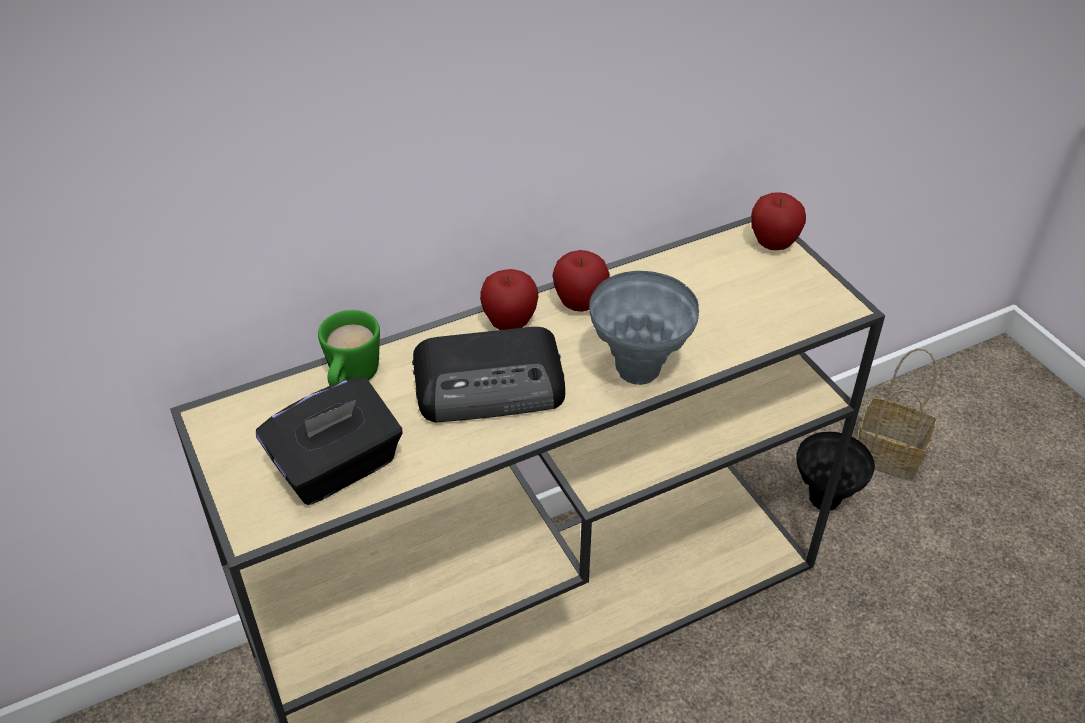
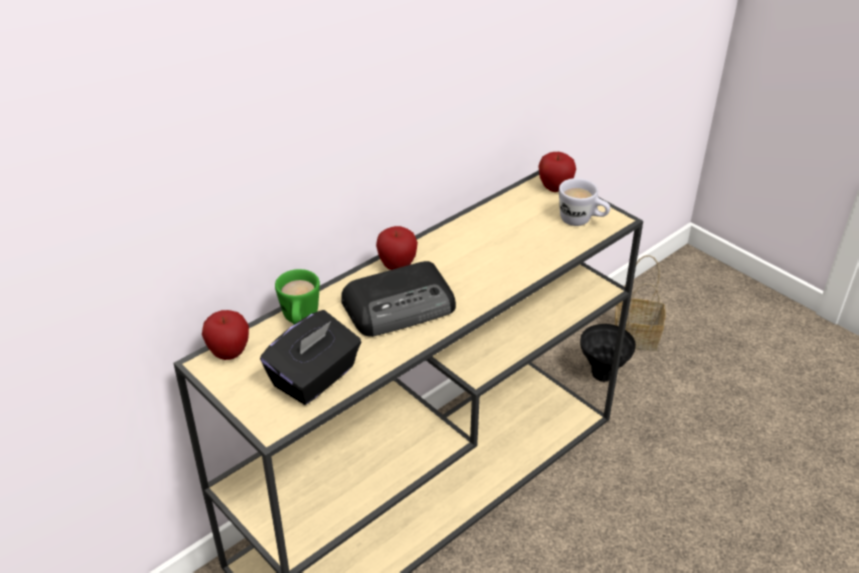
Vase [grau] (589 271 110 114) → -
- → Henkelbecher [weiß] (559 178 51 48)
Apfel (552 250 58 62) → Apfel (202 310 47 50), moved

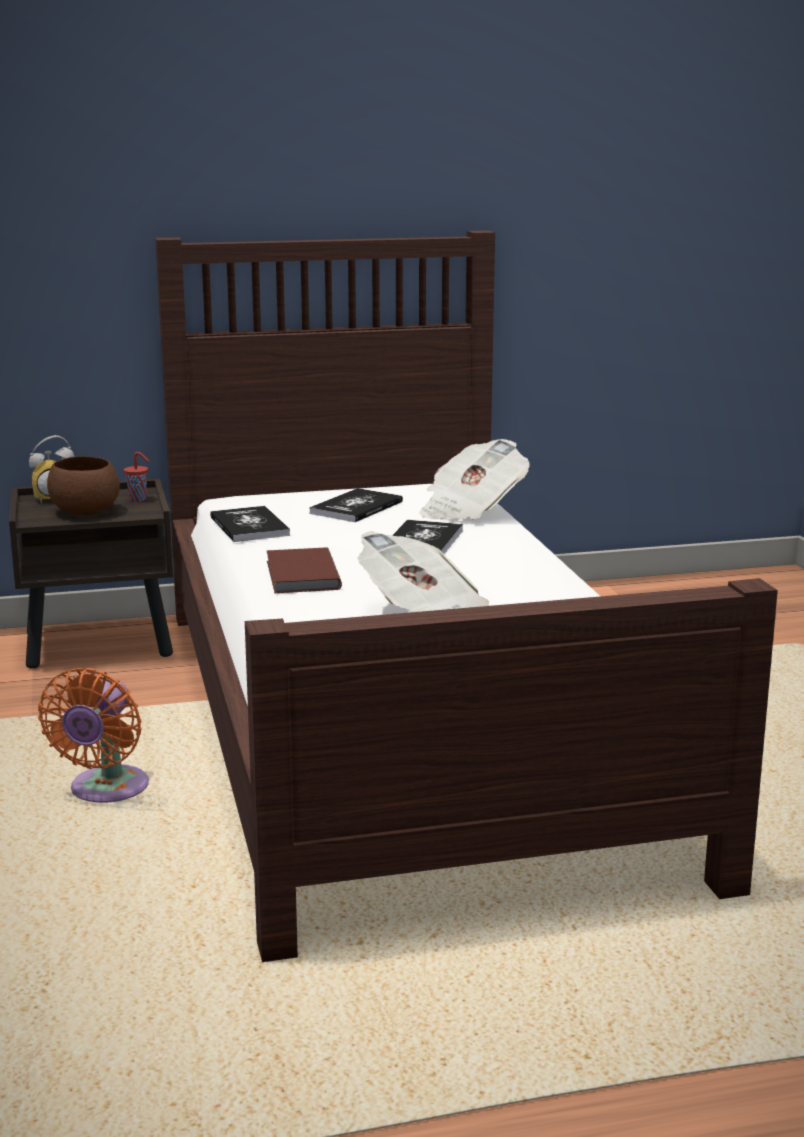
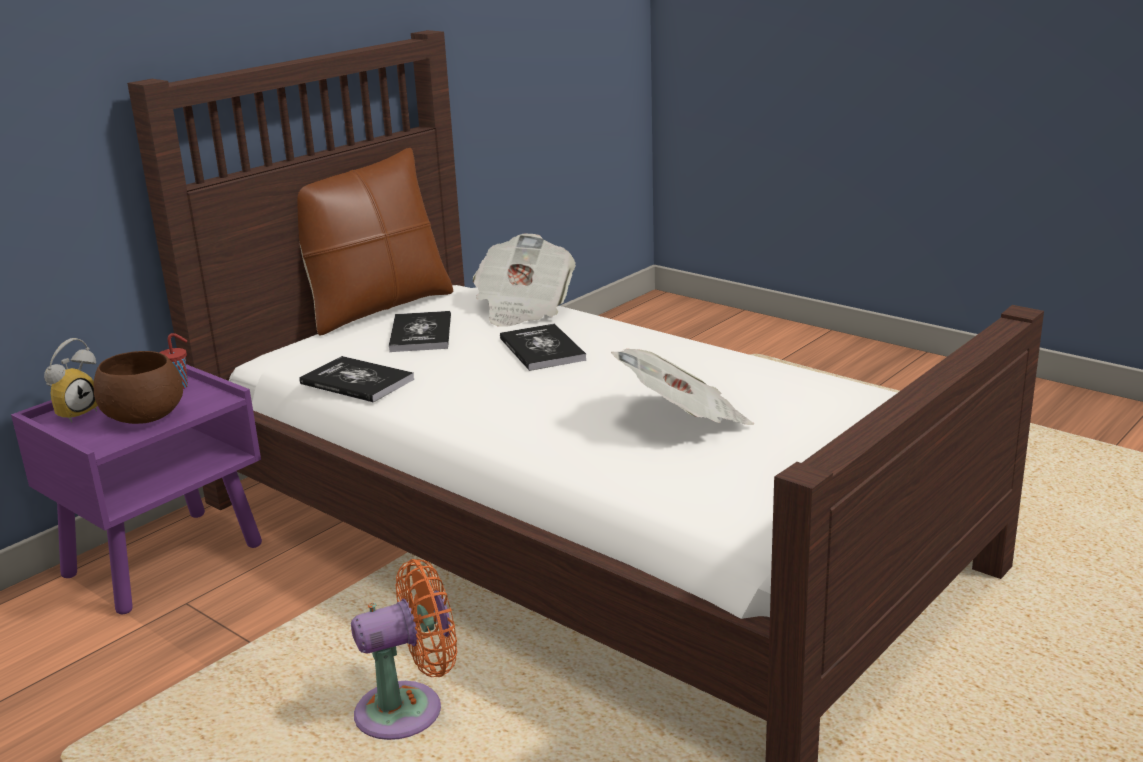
Buch [braun] (267 547 75 46) → -
- → Kissen [braun] (297 148 156 187)
Nachttisch [braun] (9 479 164 190) → Nachttisch [lila] (11 364 251 250)
Ventilator [orange] (38 668 111 135) → Ventilator [orange] (351 559 106 181), 90 degrees counterclockwise

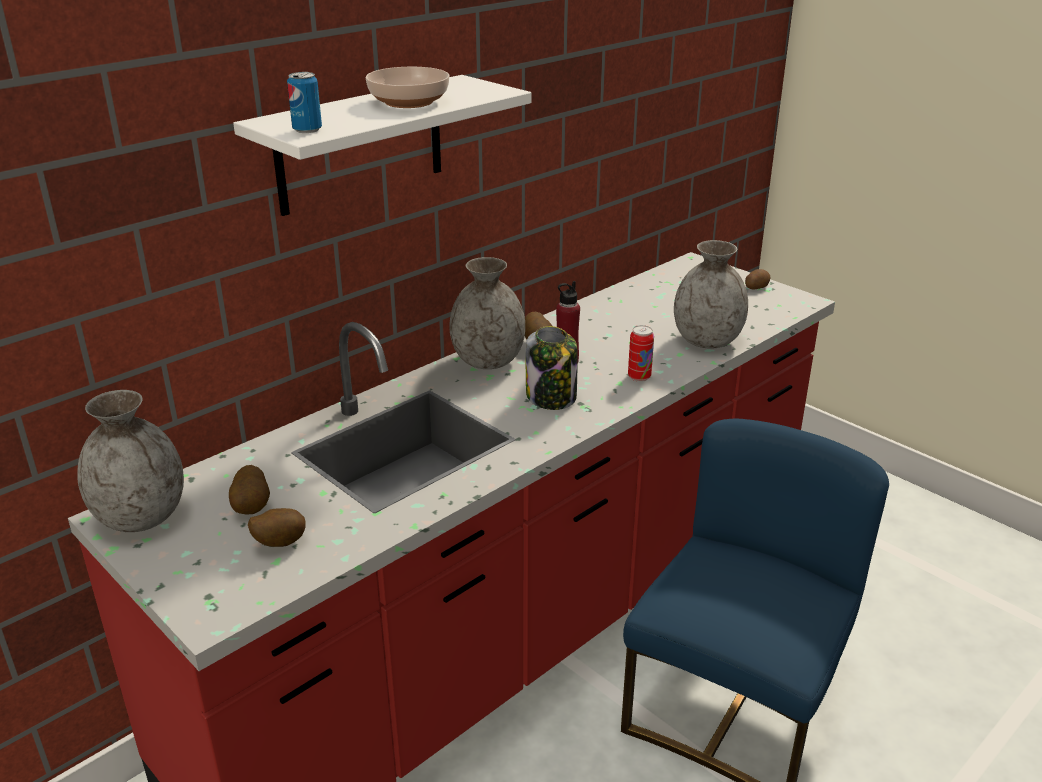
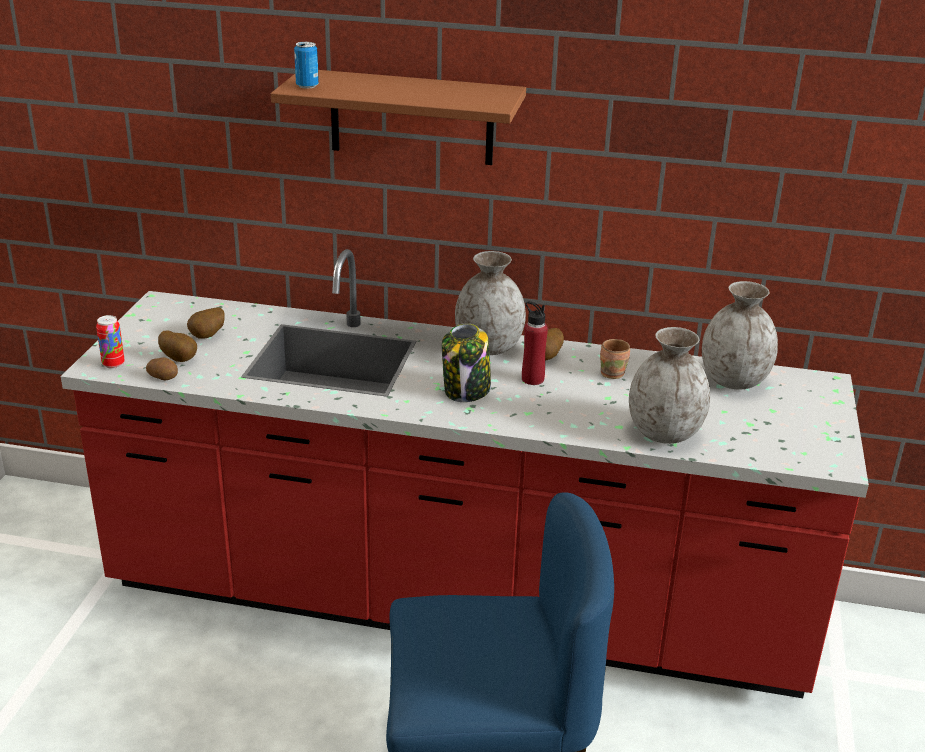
Schüssel (365 67 85 41) → -
- → Henkelbecher [braun] (600 339 30 40)
Vase [grau] (77 390 107 142) → Vase [grau] (702 281 76 109), moved
Dose (628 325 26 57) → Dose (96 315 29 54), moved
Kartoffel (745 269 25 20) → Kartoffel (146 357 32 23), moved
Wandregal [weiß] (233 75 299 141) → Wandregal [braun] (271 70 255 95)

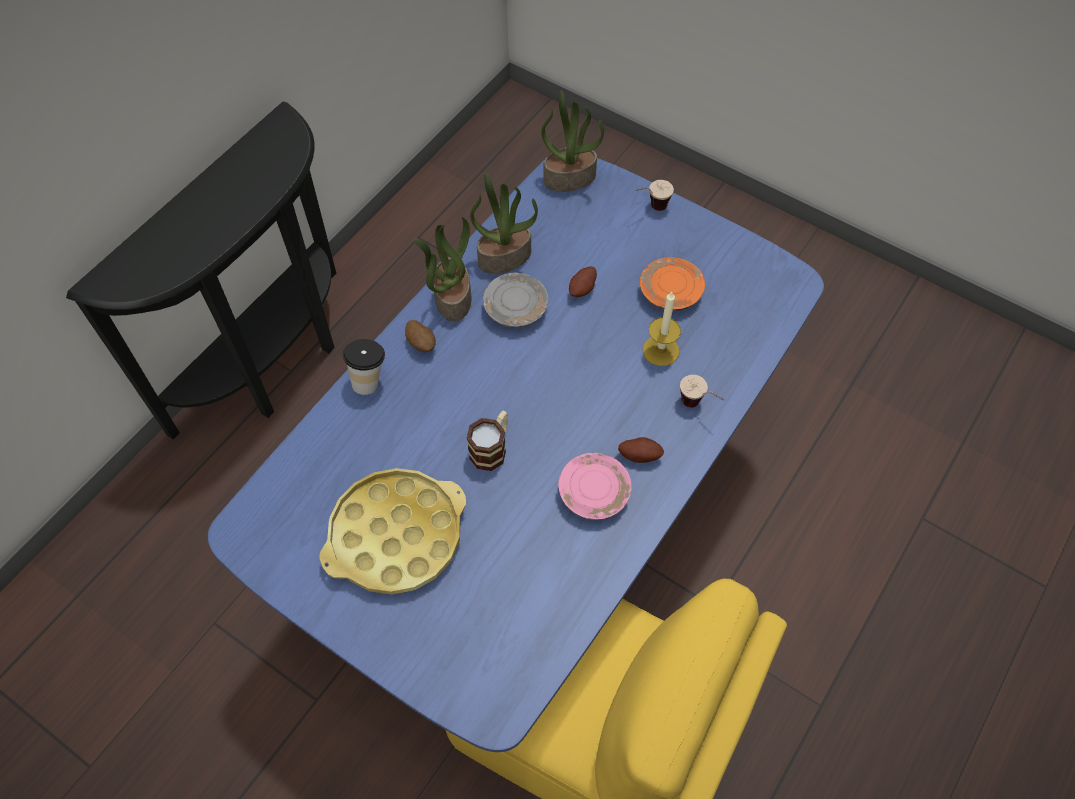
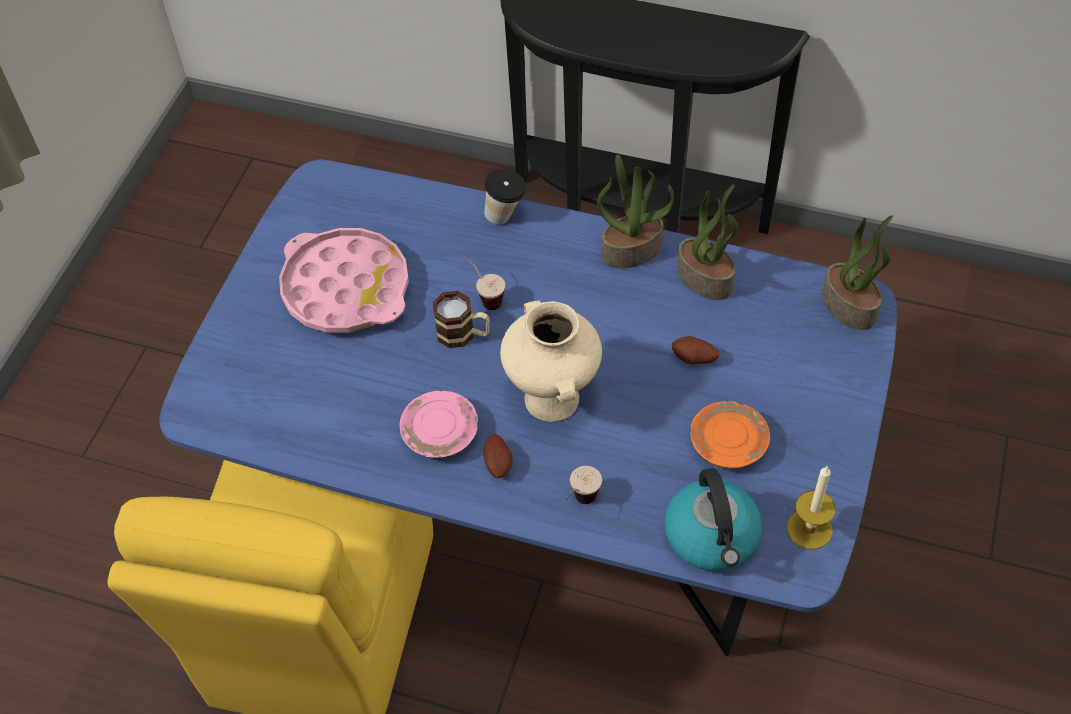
Kartoffel (405 320 31 32) → -
Teller [grau] (483 273 66 55) → -
- → Vase [beige] (500 300 102 122)
- → Wasserkessel (664 468 98 103)
Tasse (635 180 39 31) → Tasse (461 253 44 57), moved
Kerze (643 292 38 74) → Kerze (787 466 49 84), moved
Tablett [gelb] (319 468 147 127) → Tablett [rosa] (279 228 130 105)

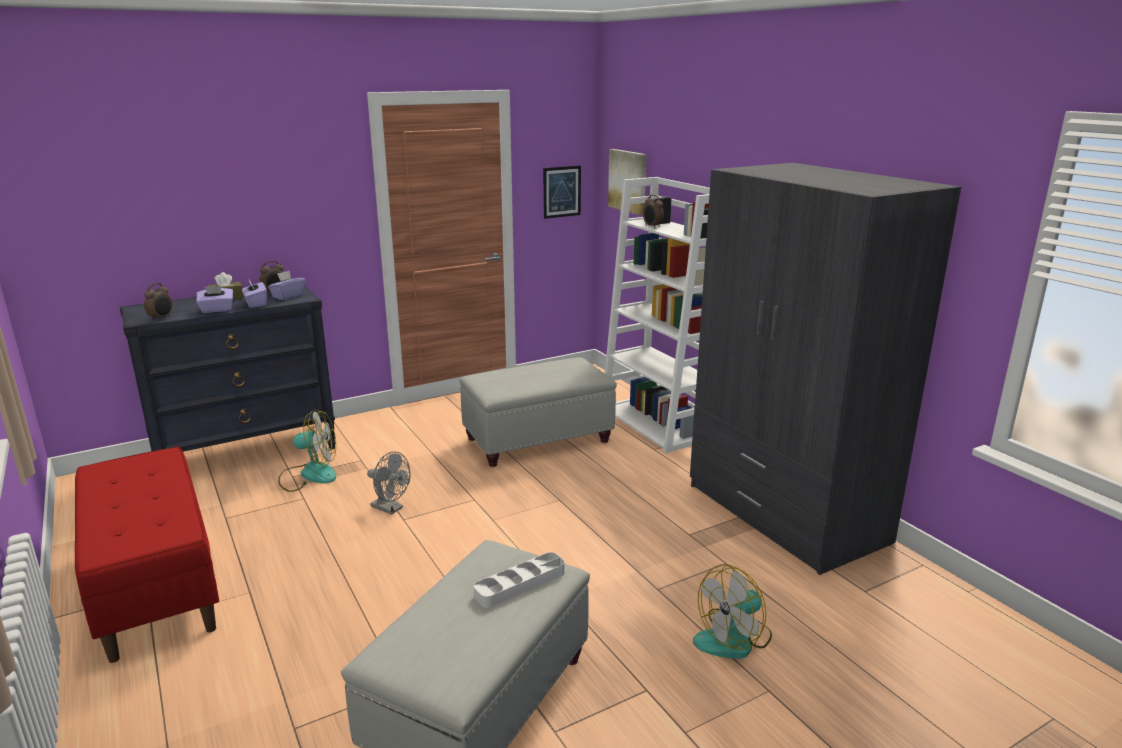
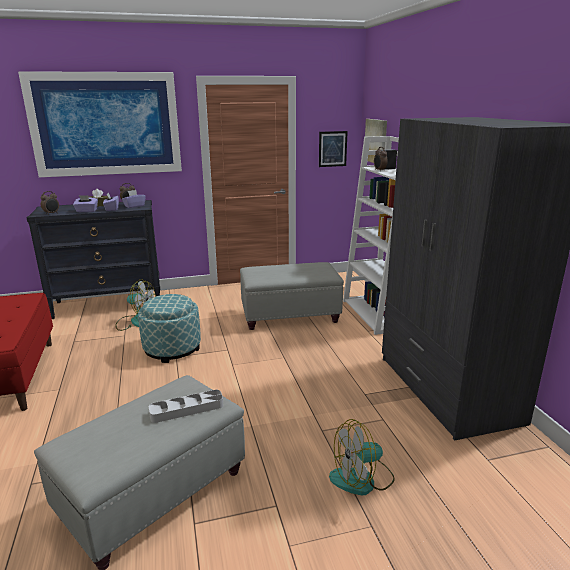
- → Bild (18 71 164 106)
Ventilator [grau] (367 451 43 64) → Polsterhocker (138 294 63 69)

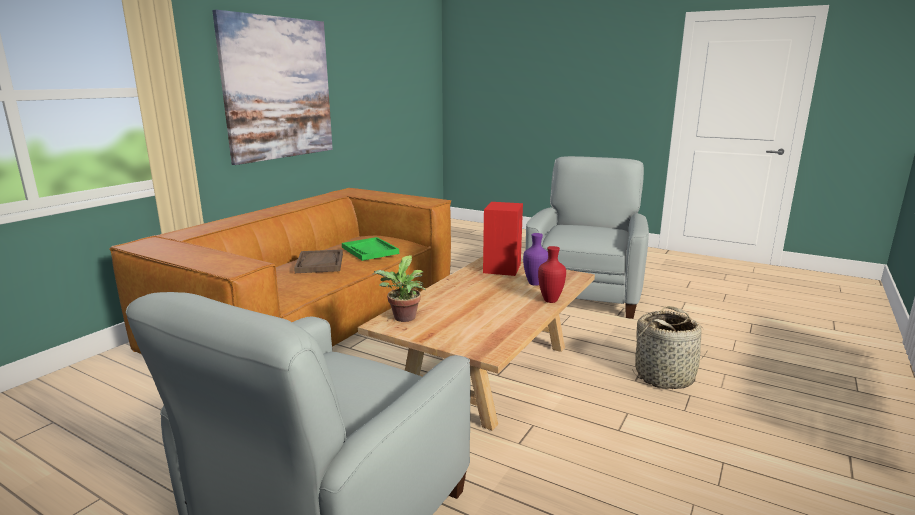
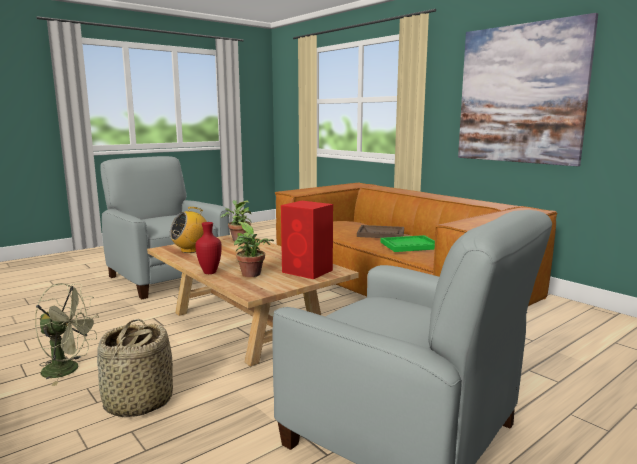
- → Ventilator [grün] (35 283 64 103)
- → Radio (170 207 37 46)
Vase [lila] (523 233 25 53) → Topfpflanze (234 222 40 55)

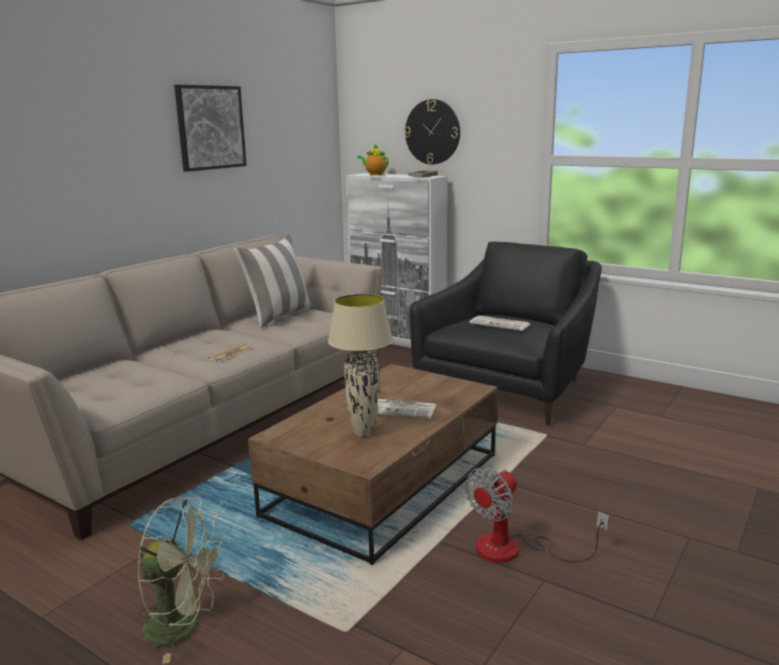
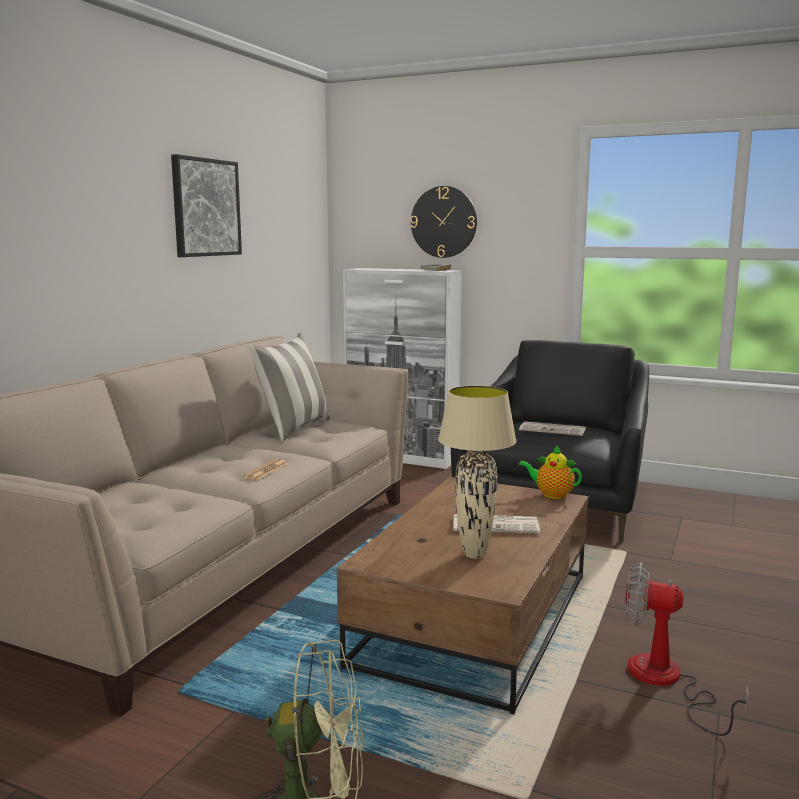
Teekanne (357 144 32 31) → Teekanne (518 446 64 53), moved
Ventilator (465 467 144 96) → Ventilator (625 562 124 174), 75 degrees clockwise

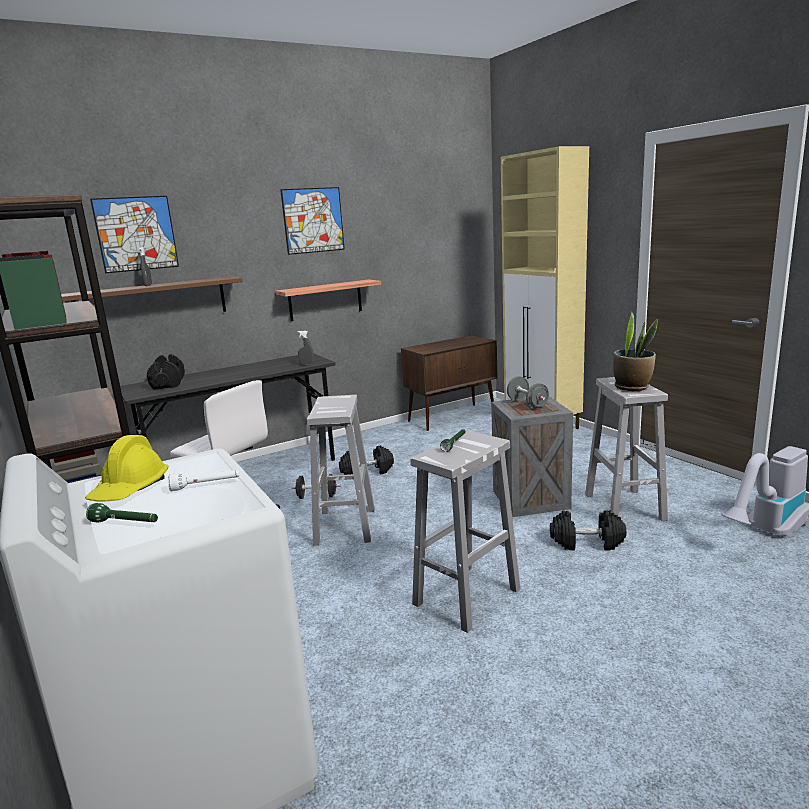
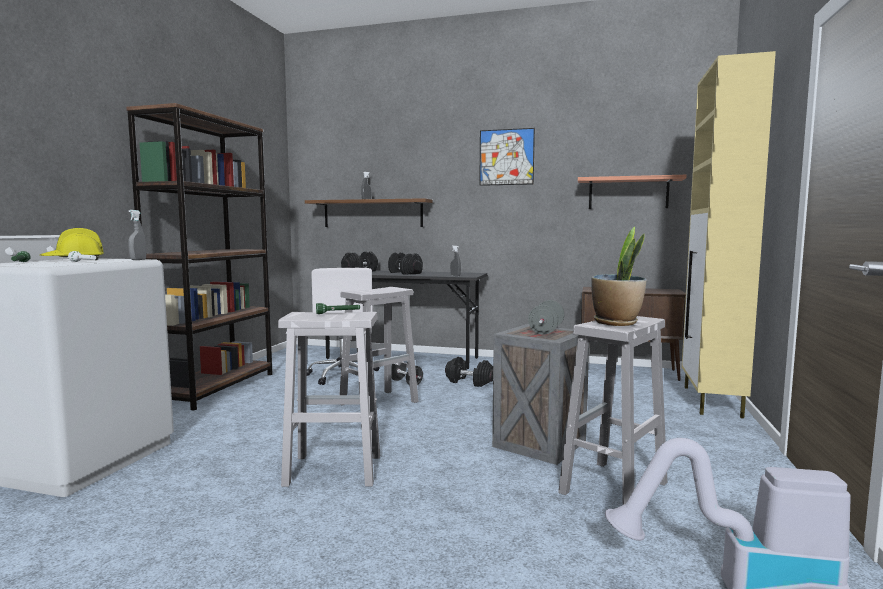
Bild (90 196 89 77) → -
- → Sprühflasche [grau] (128 210 18 50)
Wandregal (276 280 105 41) → Wandregal (578 175 108 34), moved
Hantel [schwarz] (550 510 76 41) → Hantel [schwarz] (388 252 35 23), moved

